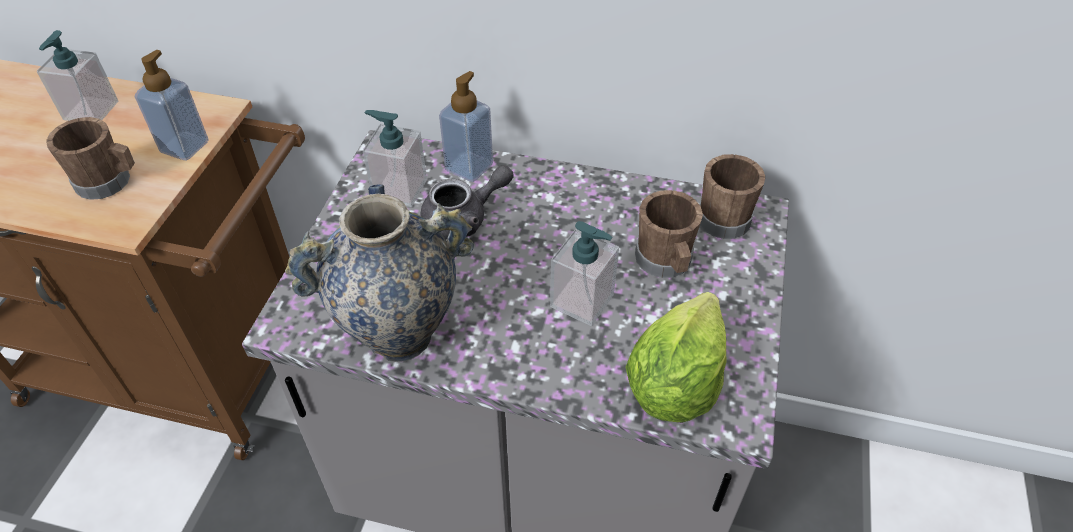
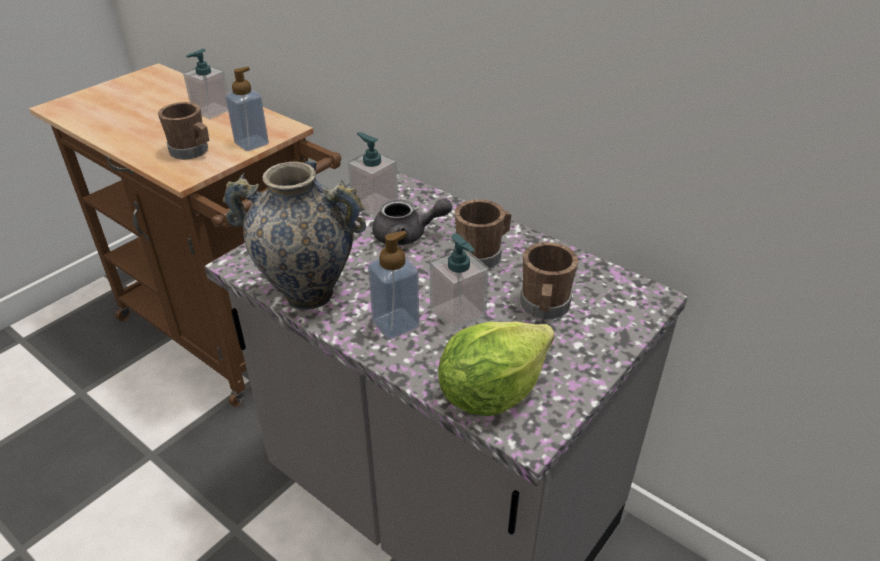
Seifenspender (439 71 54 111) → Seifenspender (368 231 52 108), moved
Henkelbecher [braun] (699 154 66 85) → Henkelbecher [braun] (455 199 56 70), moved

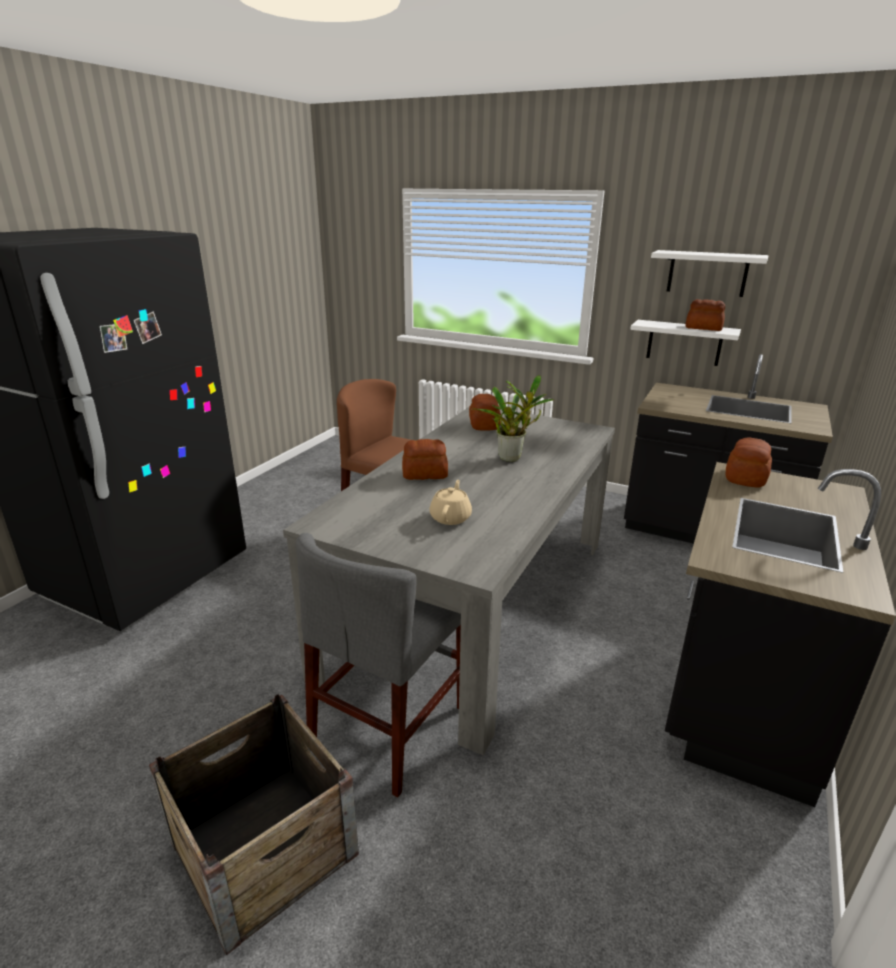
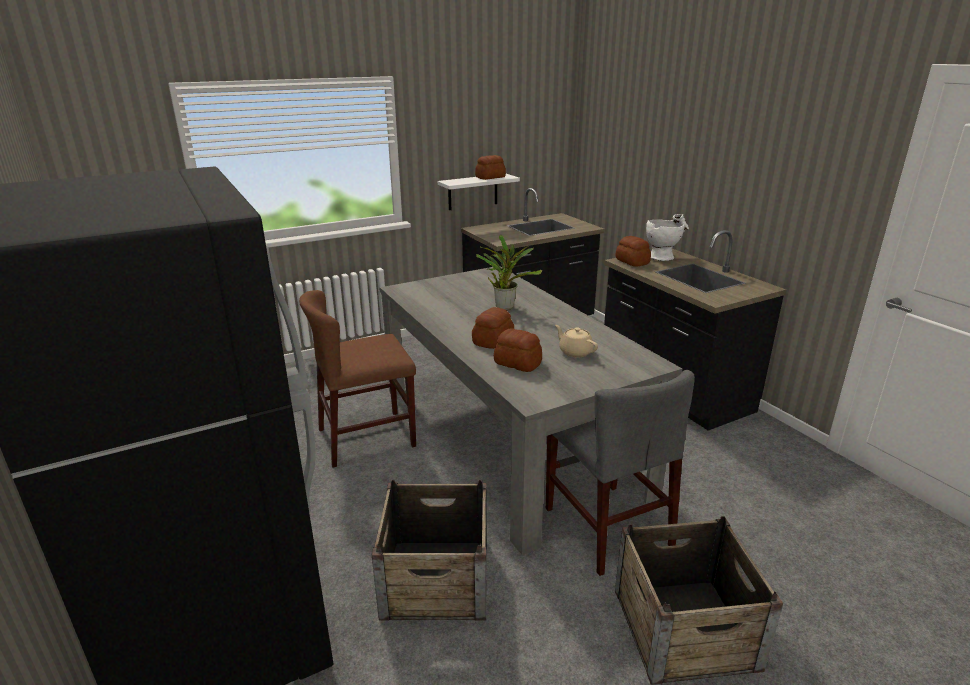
Wandregal [weiß] (651 250 118 47) → -
- → Kiste (372 480 115 141)
- → Vase [weiß] (646 214 43 47)
Brot (469 394 32 36) → Brot (494 328 48 44), moved

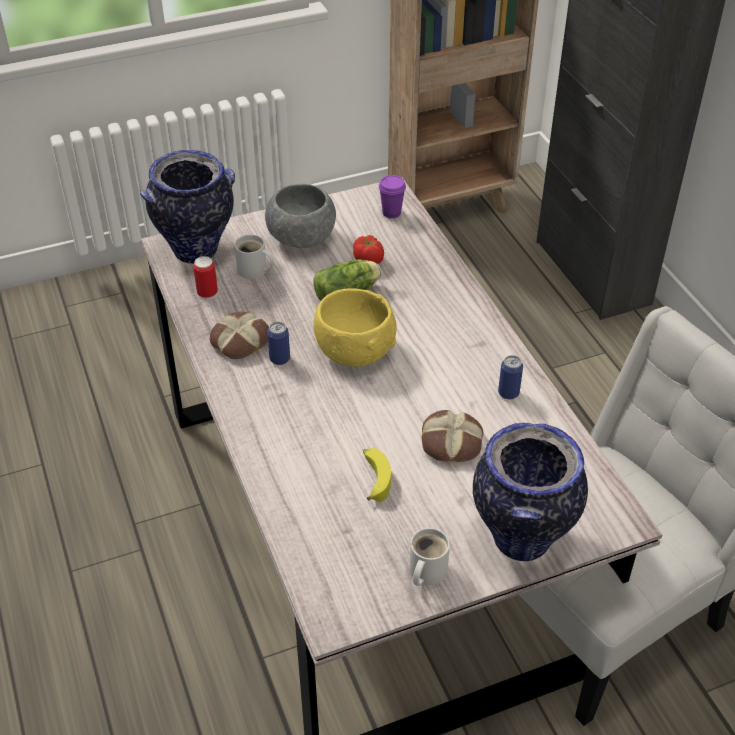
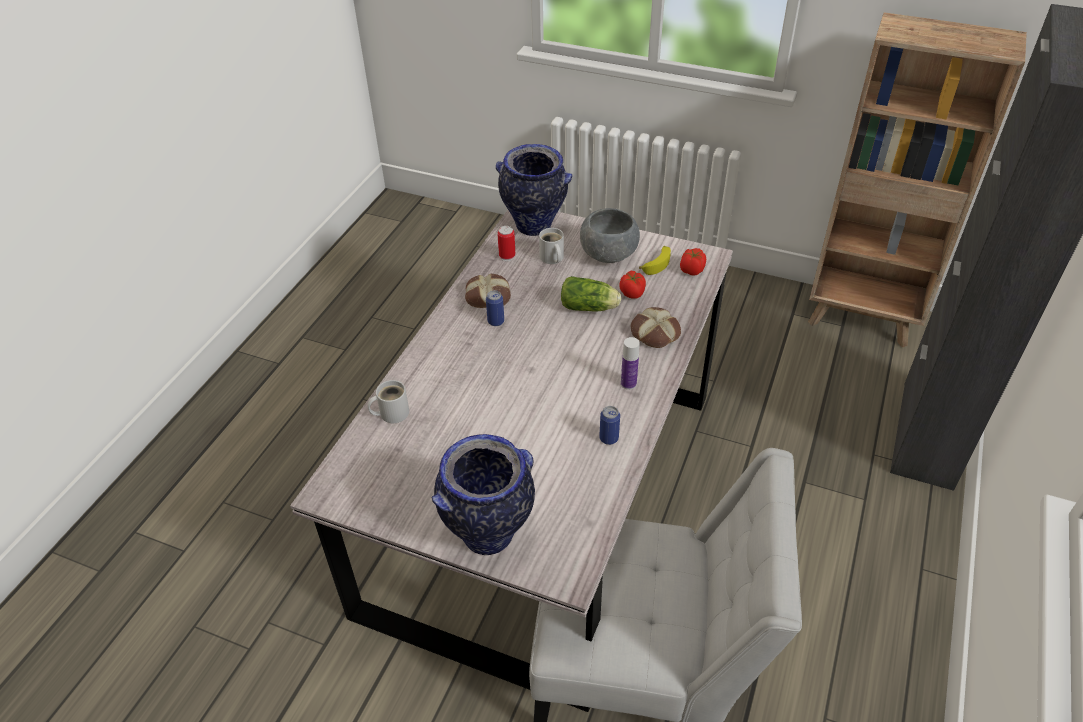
Schüssel [gelb] (313 288 84 79) → -
- → Flasche (621 337 19 53)
Banane (363 448 28 54) → Banane (639 246 32 29), moved
Henkelbecher [weiß] (409 528 41 58) → Henkelbecher [weiß] (367 380 42 43), moved
Brot (422 410 61 52) → Brot (631 307 50 41), moved
Tasse [lila] (379 175 27 43) → Tomate (680 248 26 27)

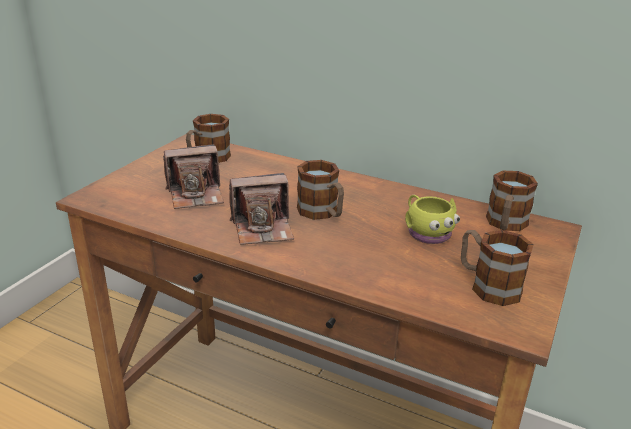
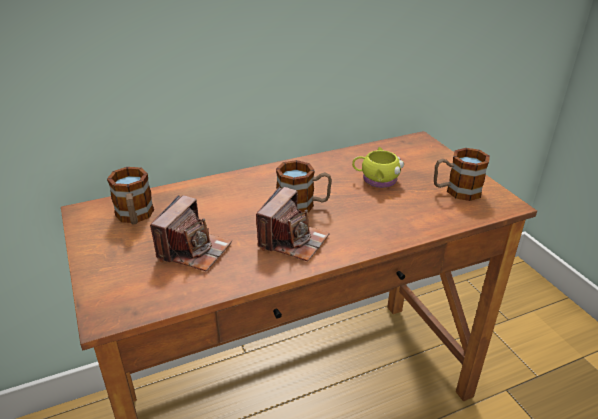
Henkelbecher (486 171 52 60) → -

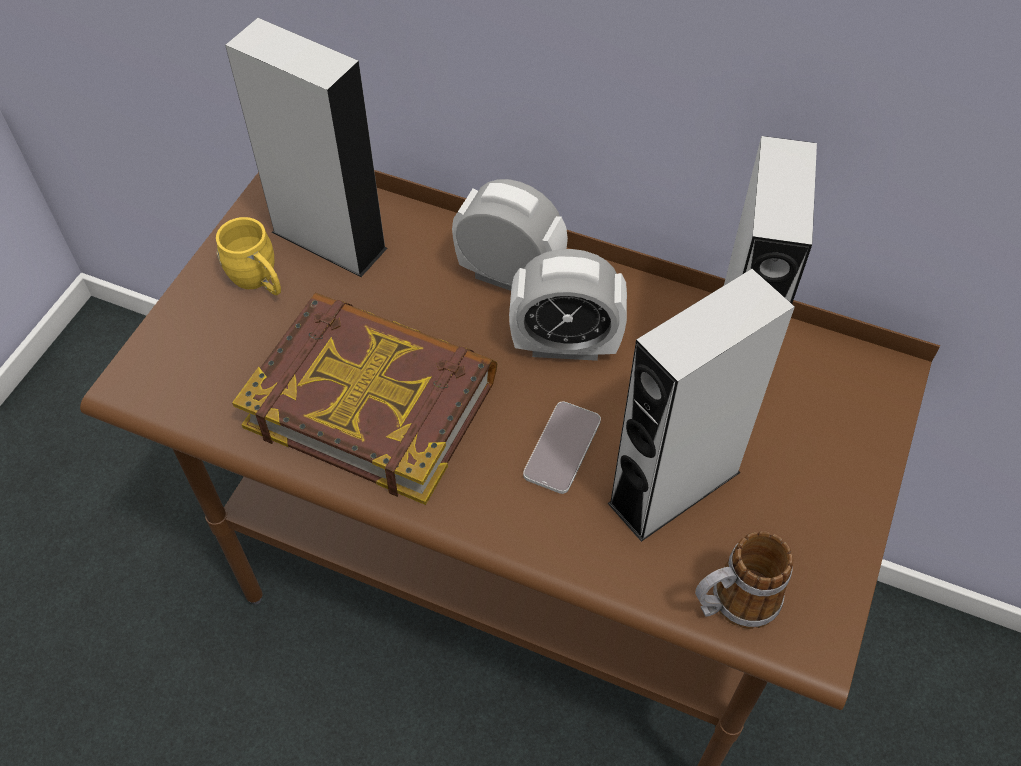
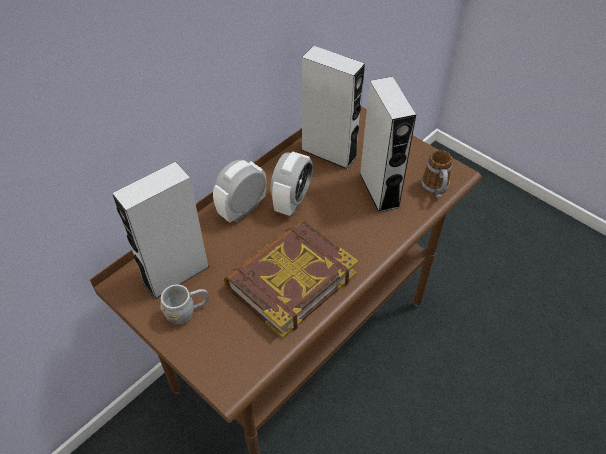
Handy (523 402 78 92) → -
Henkelbecher [gelb] (216 217 65 78) → Henkelbecher [grau] (160 284 49 40)

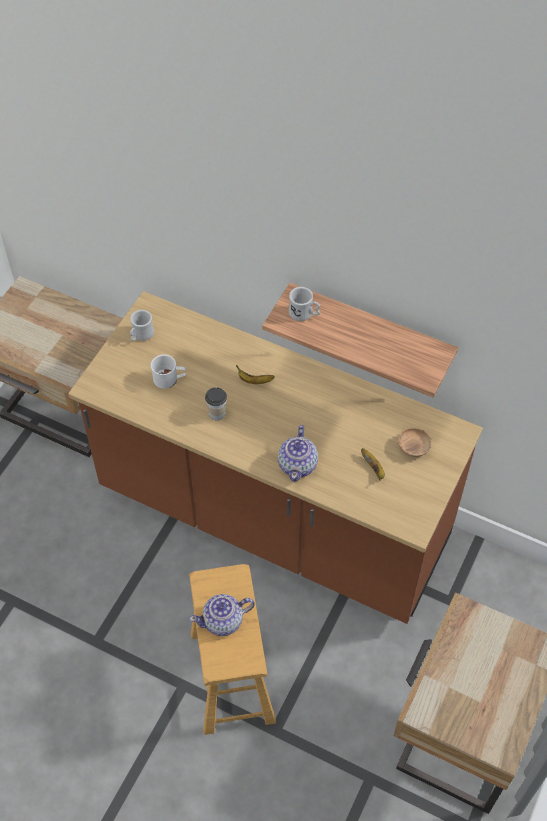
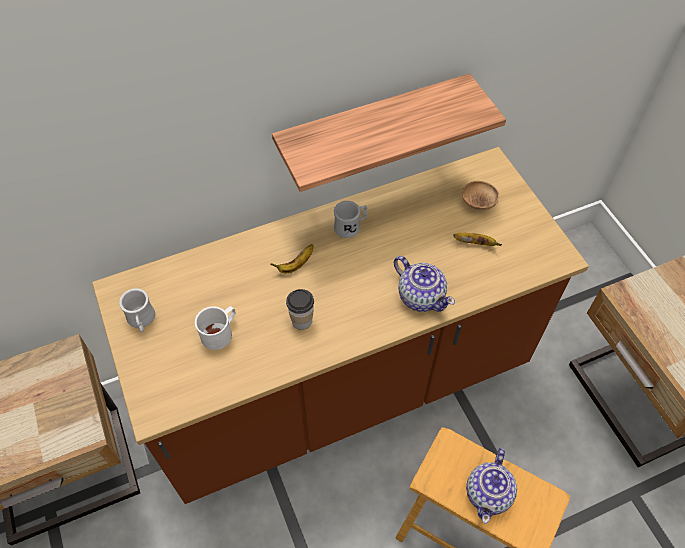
Henkelbecher [weiß] (289 287 31 34) → Henkelbecher [weiß] (334 201 34 37), moved

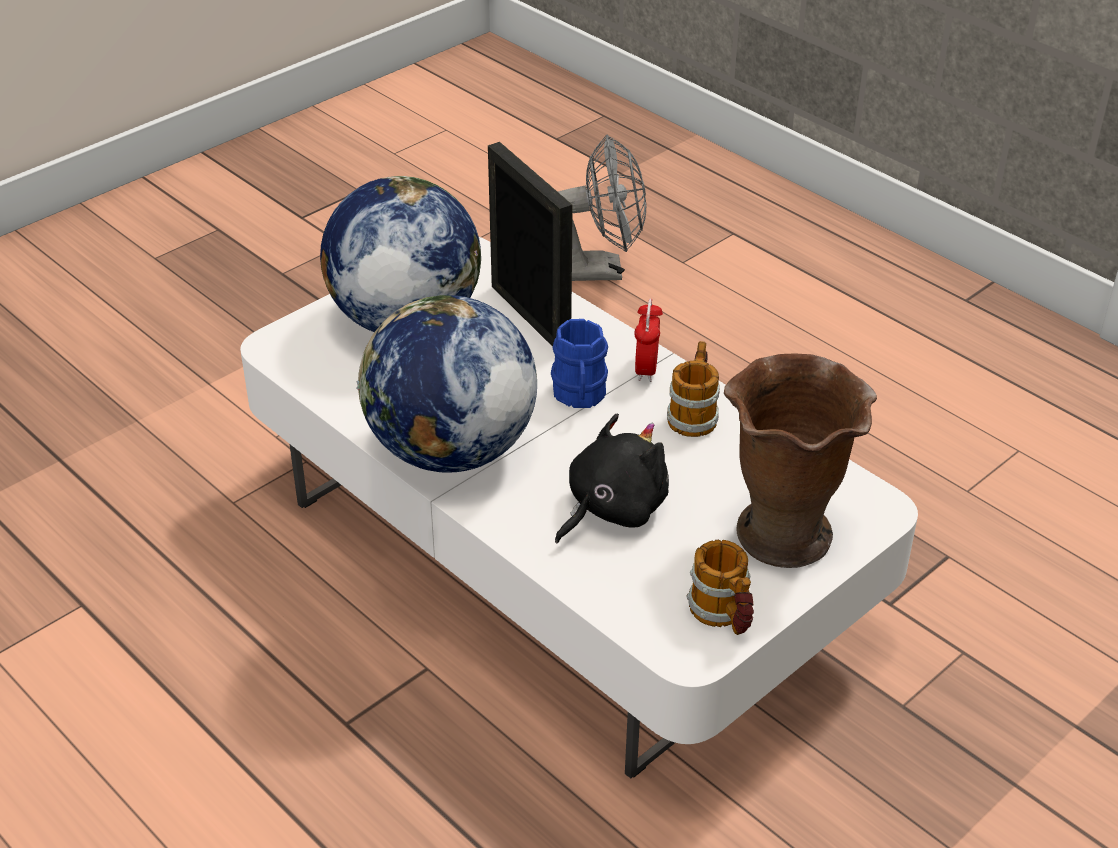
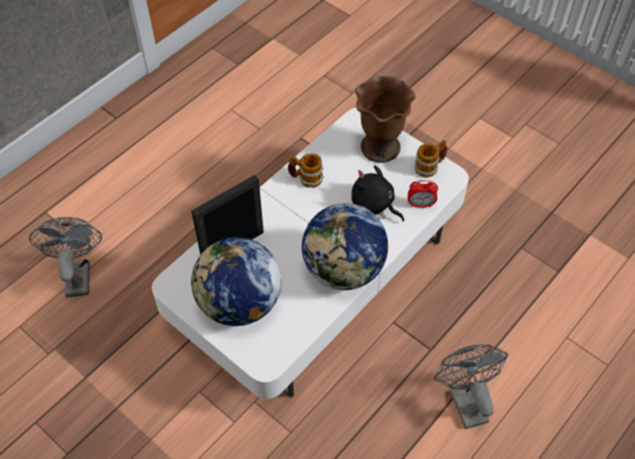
Henkelbecher [blau] (551 319 57 89) → -
- → Ventilator [grau] (434 345 74 84)
Wecker (634 299 29 83) → Wecker (408 180 30 28), moved

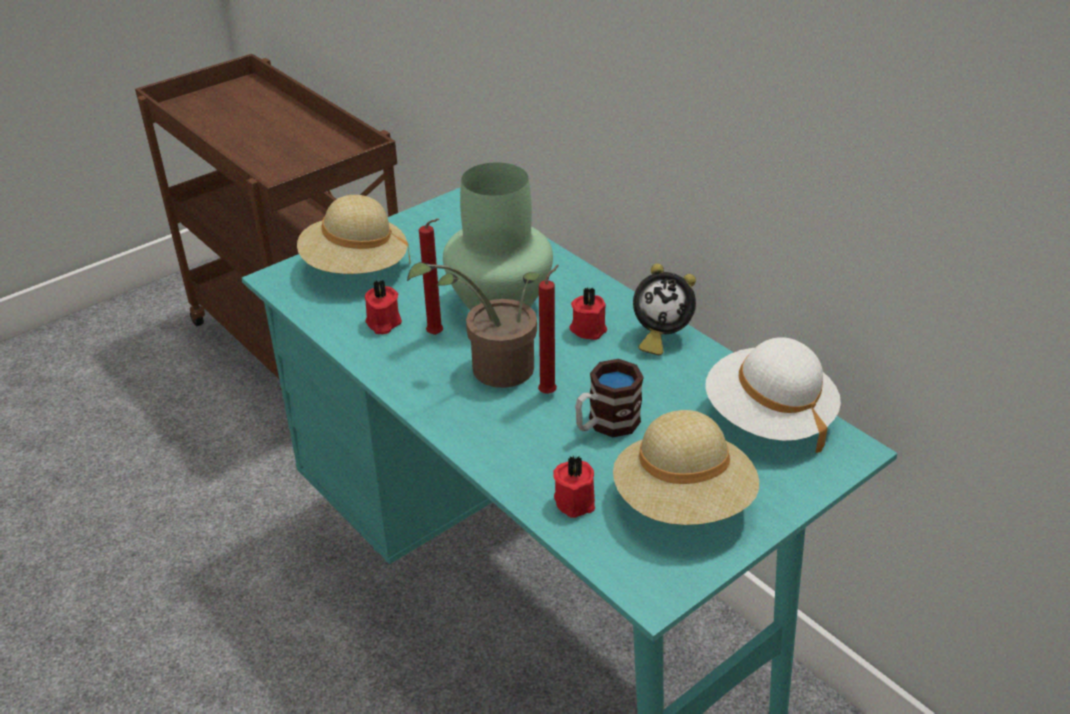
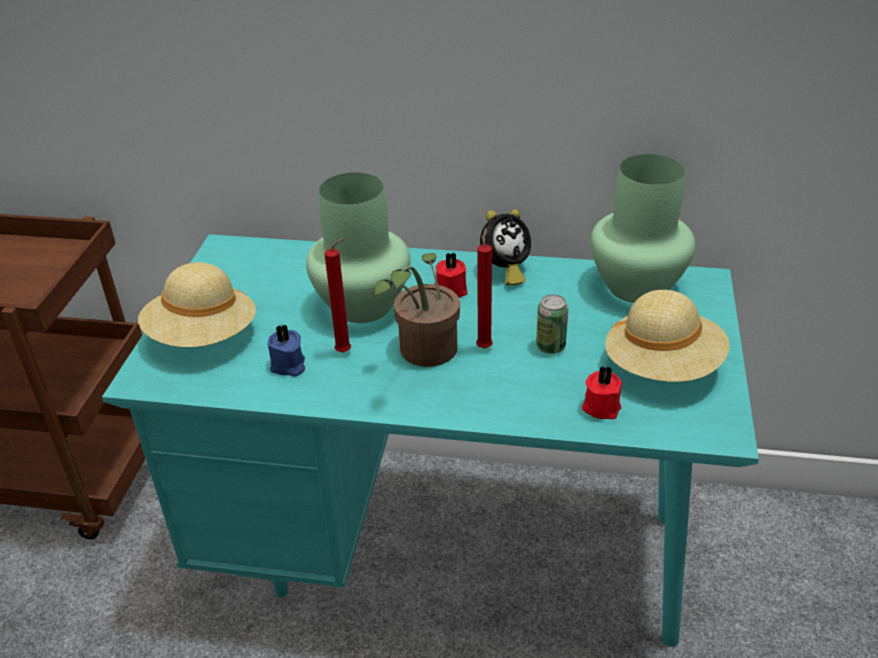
Henkelbecher (575 359 69 78) → Dose (536 295 32 59)
Hut [weiß] (705 337 136 116) → Vase [grün] (591 154 104 149)
Kerze [rot] (365 280 37 54) → Kerze [blau] (268 325 37 52)

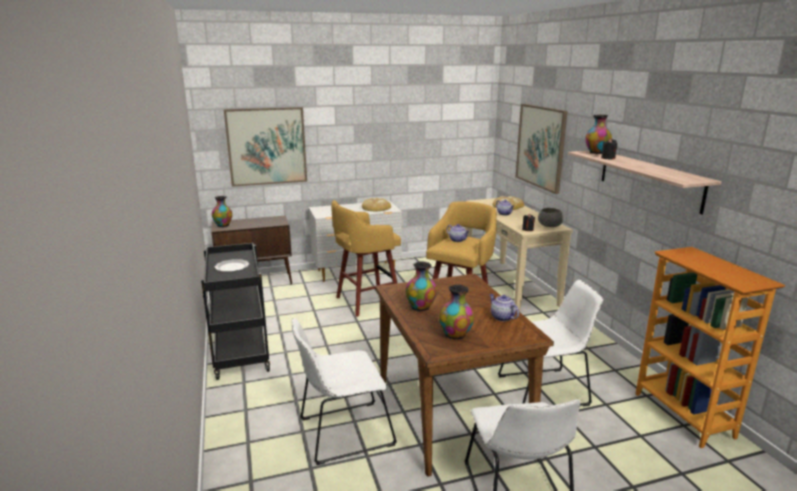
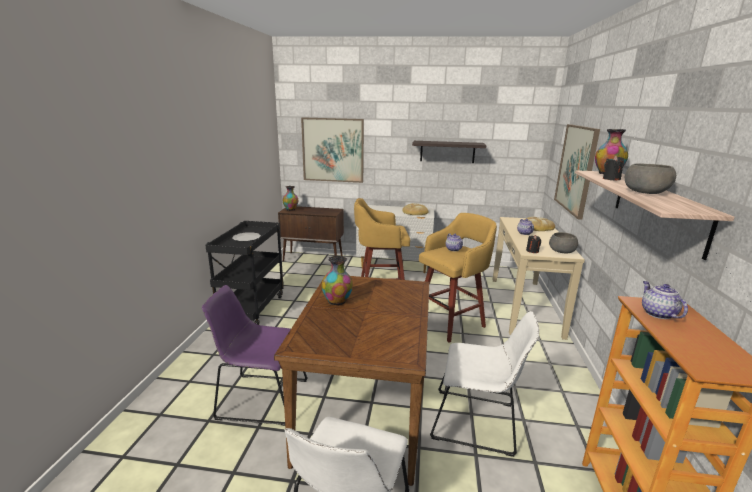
Vase (439 284 35 56) → -
- → Wandregal (412 141 74 22)
- → Schüssel [grau] (625 164 51 30)
Teekanne (489 294 30 27) → Teekanne (642 281 46 38), moved
Stuhl [weiß] (292 318 105 147) → Stuhl [lila] (202 285 106 141)

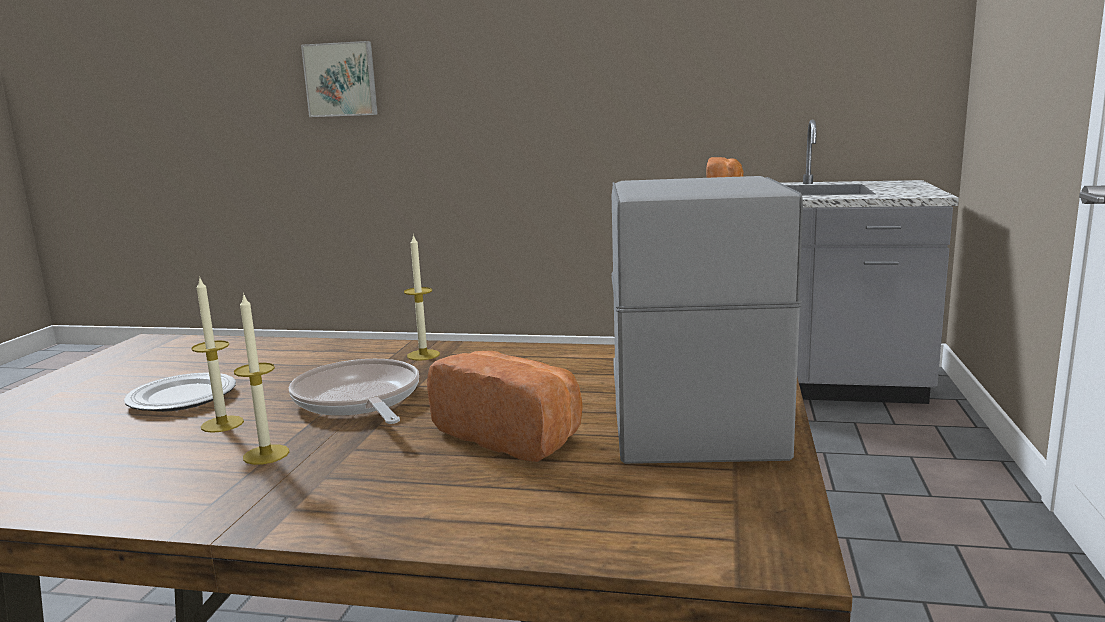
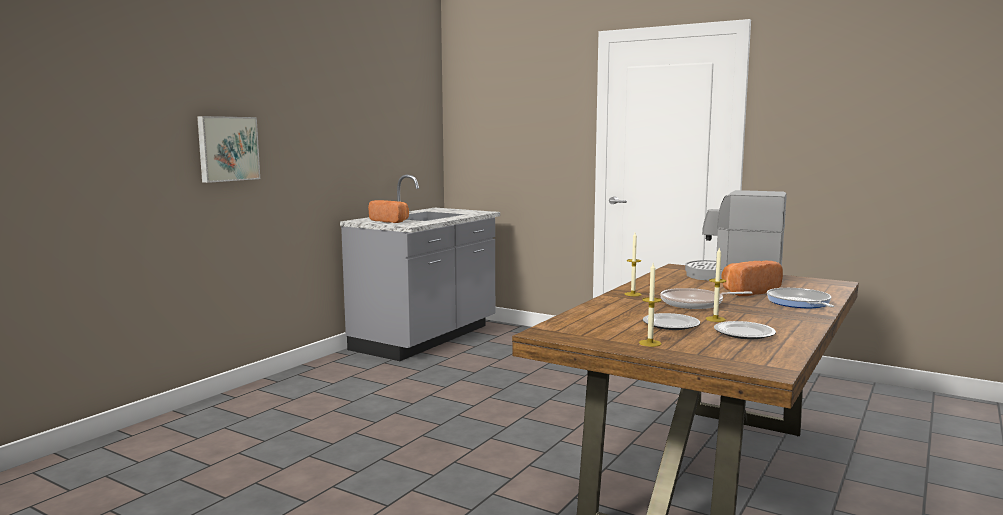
- → Teller (714 321 62 18)
- → Pfanne (767 288 67 20)
Kerze (234 293 55 172) → Kerze (639 263 23 84), moved
Bild (301 41 77 76) → Bild (197 116 63 67), moved

